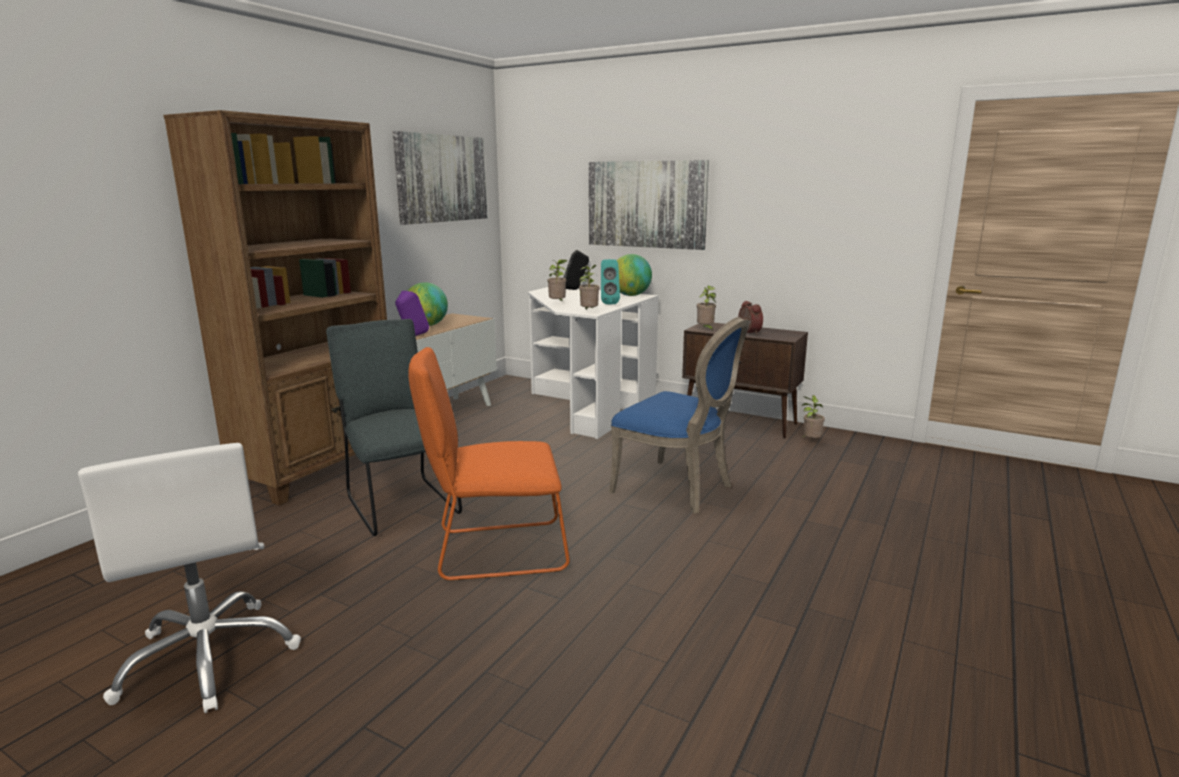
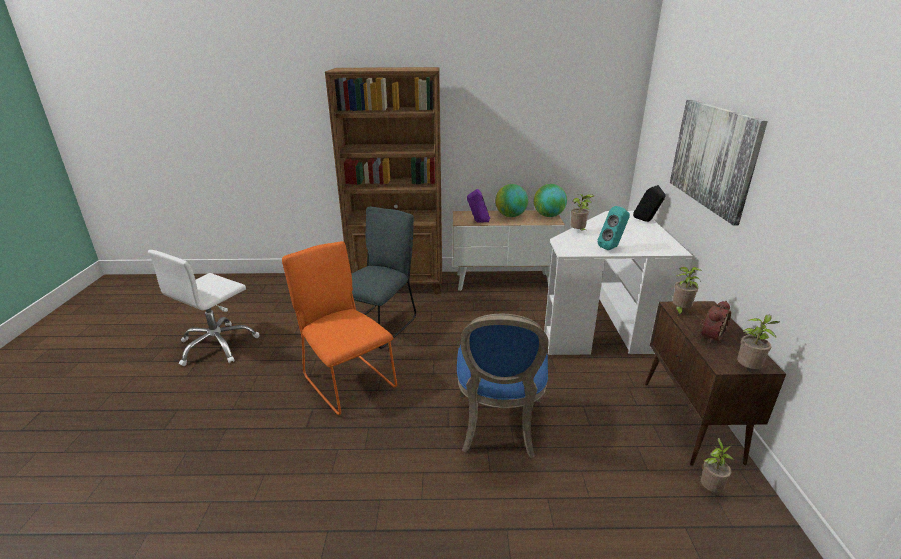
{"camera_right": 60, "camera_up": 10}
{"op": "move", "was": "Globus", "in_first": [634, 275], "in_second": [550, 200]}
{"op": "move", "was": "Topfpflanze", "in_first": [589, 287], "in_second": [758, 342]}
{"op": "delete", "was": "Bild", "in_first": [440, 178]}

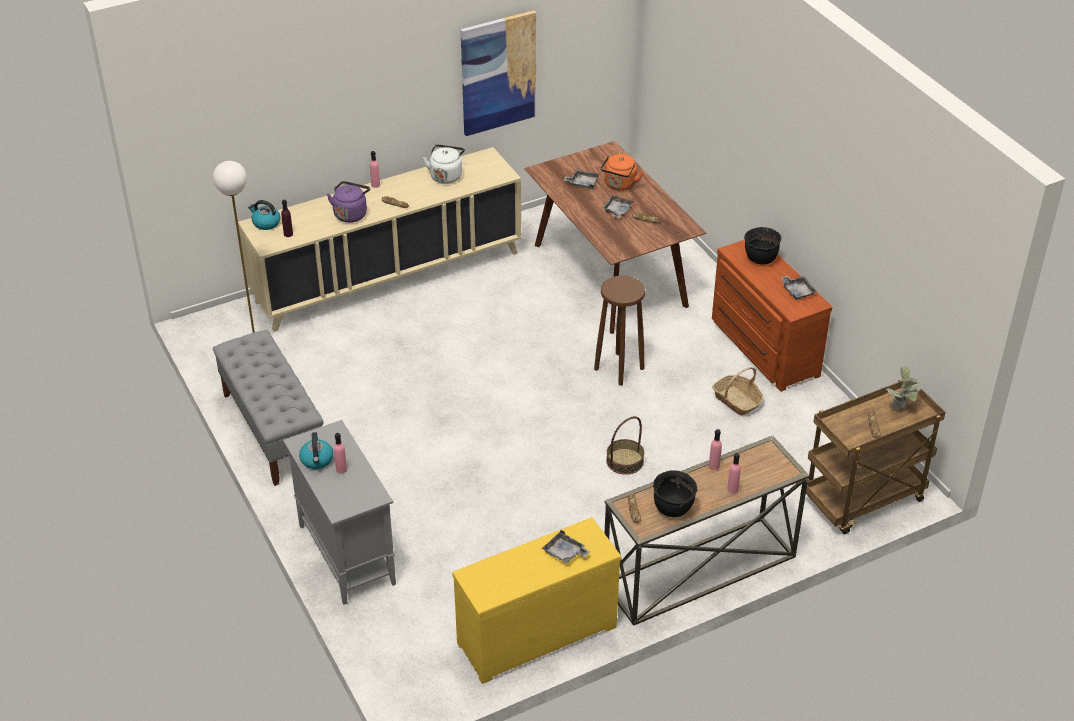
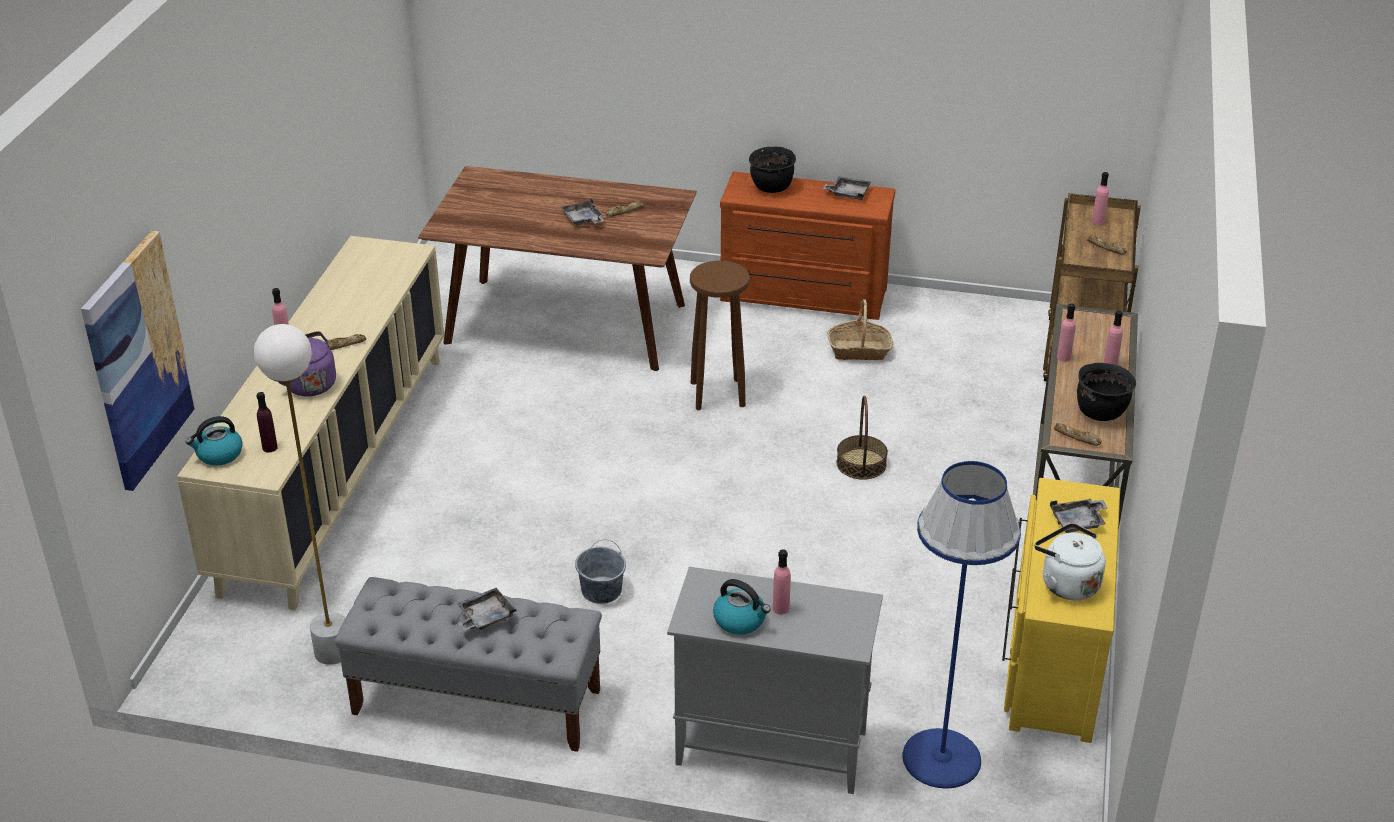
{"camera_right": -50, "camera_up": -5}
{"op": "move", "was": "Bild", "in_first": [498, 73], "in_second": [138, 361]}
{"op": "move", "was": "Tablett/grau", "in_first": [581, 179], "in_second": [486, 609]}
{"op": "insert", "now": "Eimer/grau", "in_second": [600, 572]}
{"op": "insert", "now": "Stehlampe/blau", "in_second": [961, 625]}
{"op": "move", "was": "Wasserkessel/weiß", "in_first": [444, 164], "in_second": [1070, 561]}
{"op": "replace", "was": "Topfpflanze", "now": "Flasche/rosa", "in_first": [903, 388], "in_second": [1100, 199]}
{"op": "delete", "was": "Wasserkessel/orange", "in_first": [622, 172]}

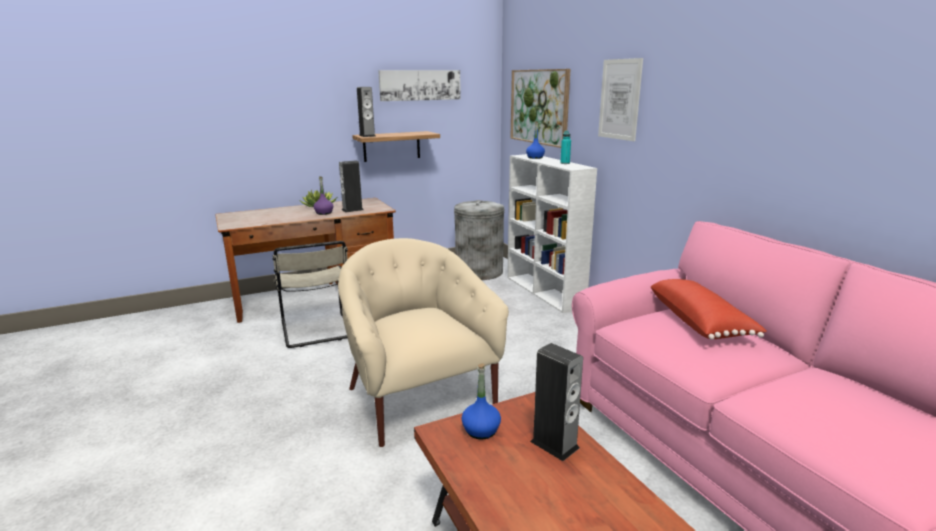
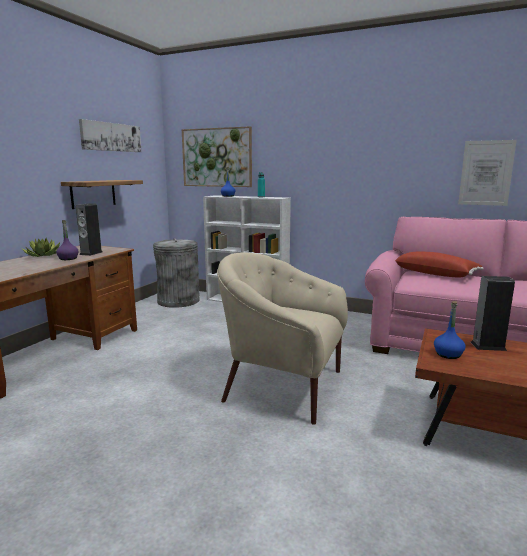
{"camera_right": -40, "camera_up": -5}
{"op": "move", "was": "Bild", "in_first": [620, 99], "in_second": [487, 173]}
{"op": "delete", "was": "Stuhl/beige", "in_first": [310, 294]}
{"op": "delete", "was": "Lautsprecher", "in_first": [366, 112]}

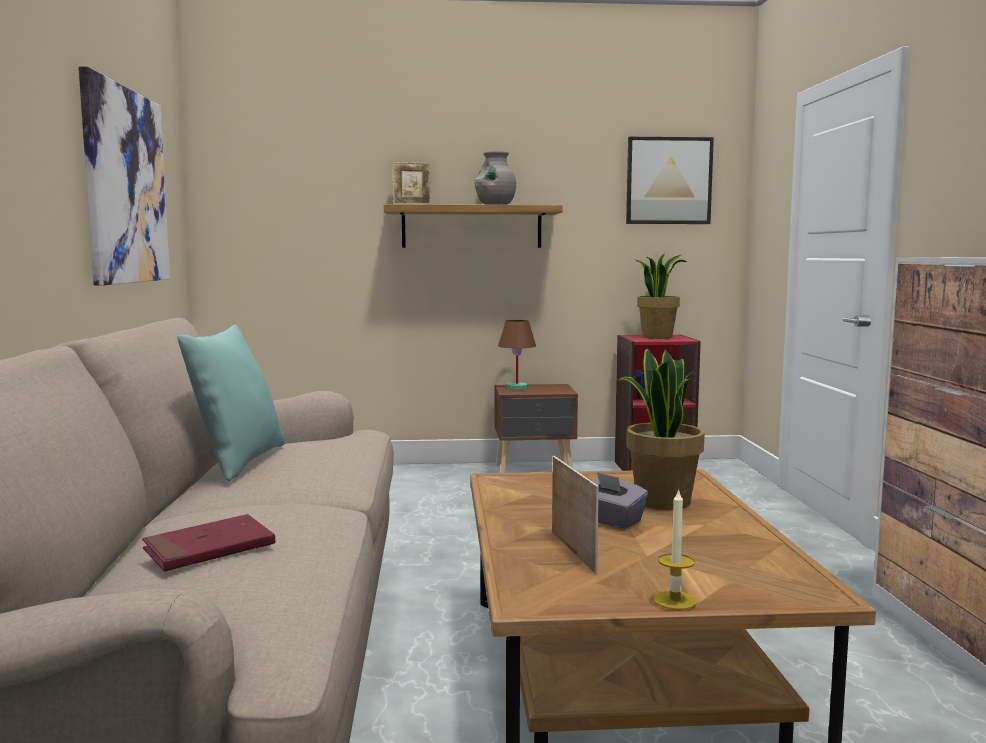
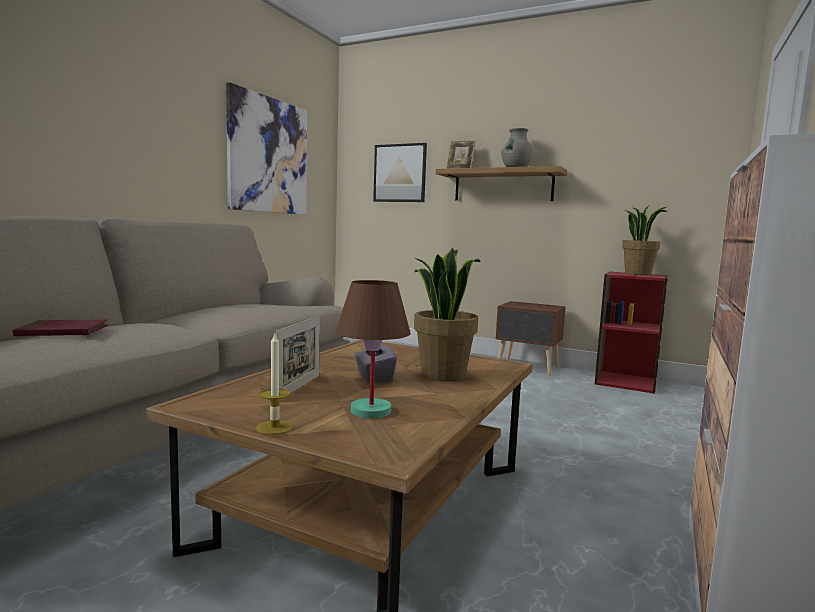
{"camera_right": 30, "camera_up": 0}
{"op": "move", "was": "Tischlampe/braun", "in_first": [517, 354], "in_second": [373, 349]}
{"op": "move", "was": "Bild", "in_first": [670, 180], "in_second": [400, 172]}
{"op": "delete", "was": "Kissen/türkis", "in_first": [231, 403]}

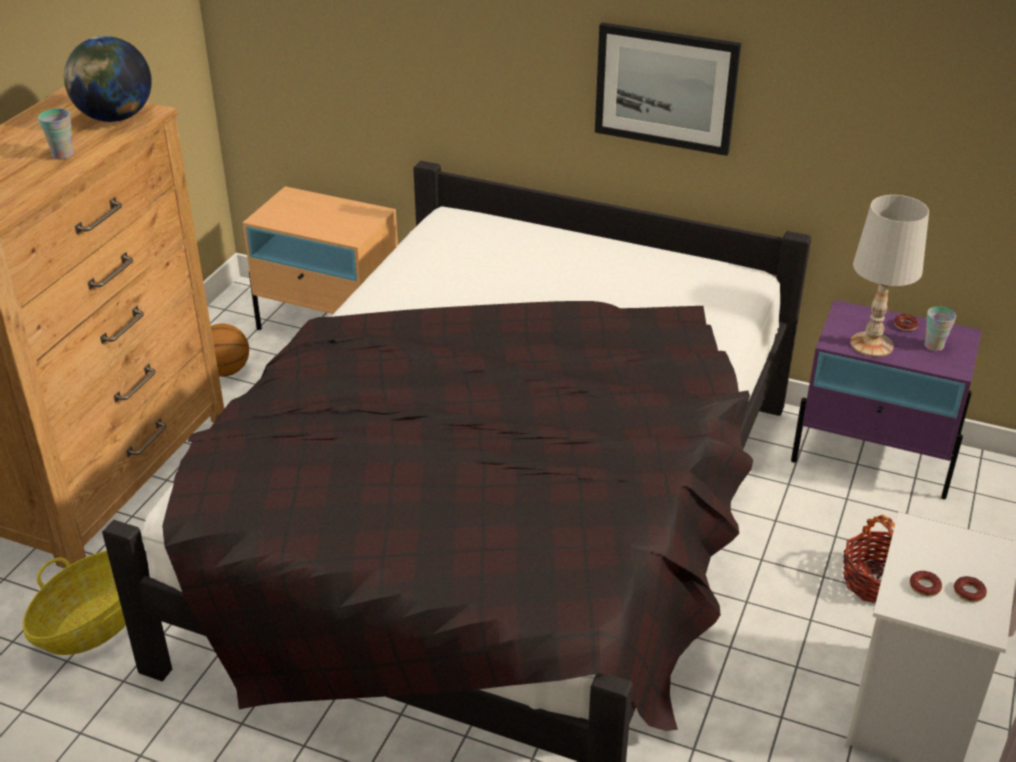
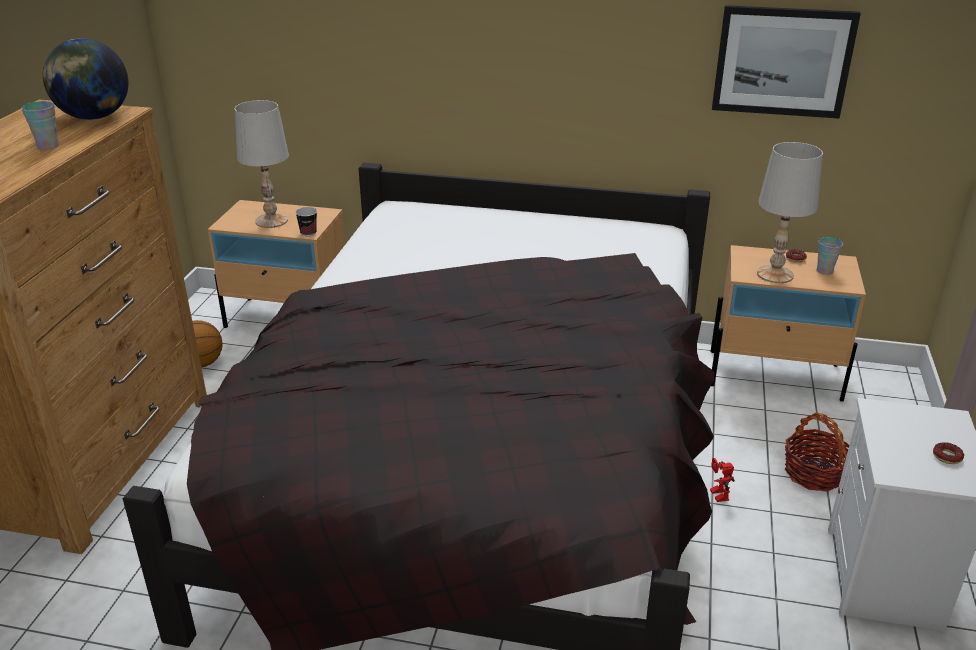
{"camera_right": -10, "camera_up": -5}
{"op": "insert", "now": "Tischlampe/weiß", "in_second": [262, 164]}
{"op": "insert", "now": "Tasse", "in_second": [306, 222]}
{"op": "recolor", "was": "Nachttisch/lila", "now": "Nachttisch/beige", "in_first": [886, 399], "in_second": [788, 323]}
{"op": "insert", "now": "Spielzeugroboter", "in_second": [722, 480]}
{"op": "move", "was": "Bild", "in_first": [668, 89], "in_second": [786, 62]}
{"op": "delete", "was": "Korb", "in_first": [74, 602]}
{"op": "delete", "was": "Donut", "in_first": [926, 584]}

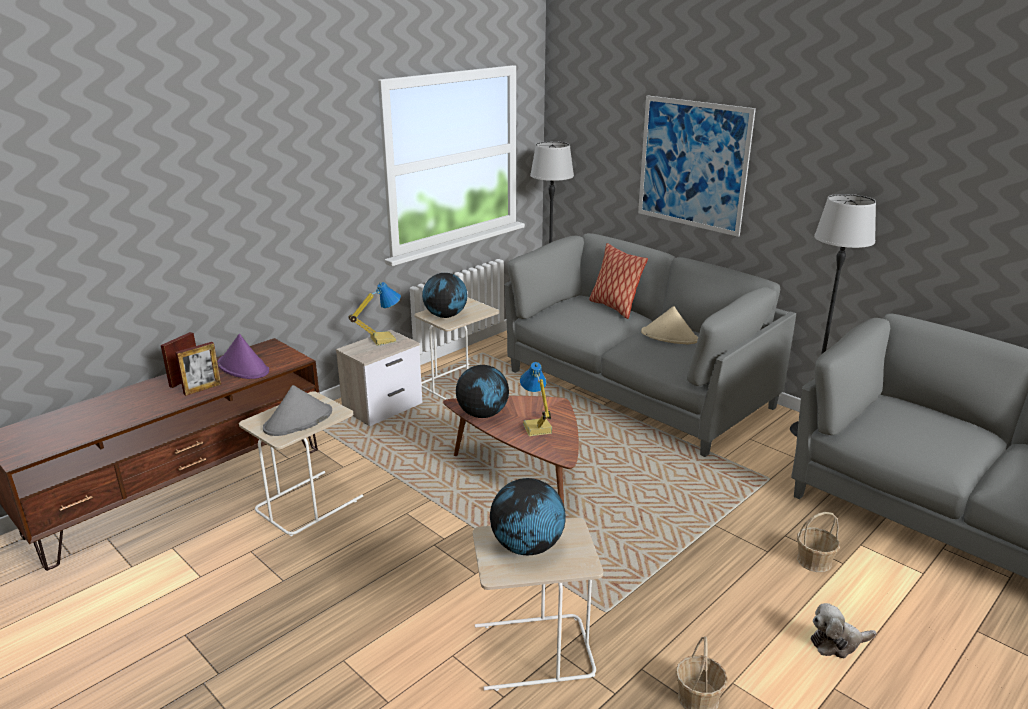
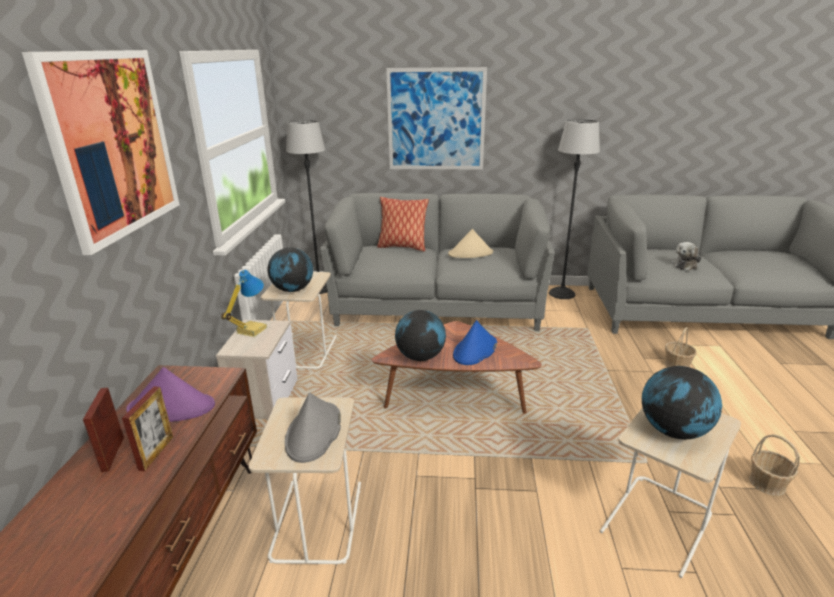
{"camera_right": -40, "camera_up": 0}
{"op": "insert", "now": "Bild", "in_second": [100, 152]}
{"op": "replace", "was": "Tischlampe", "now": "Hut/blau", "in_first": [536, 399], "in_second": [475, 342]}
{"op": "move", "was": "Plüschtier", "in_first": [843, 630], "in_second": [686, 256]}

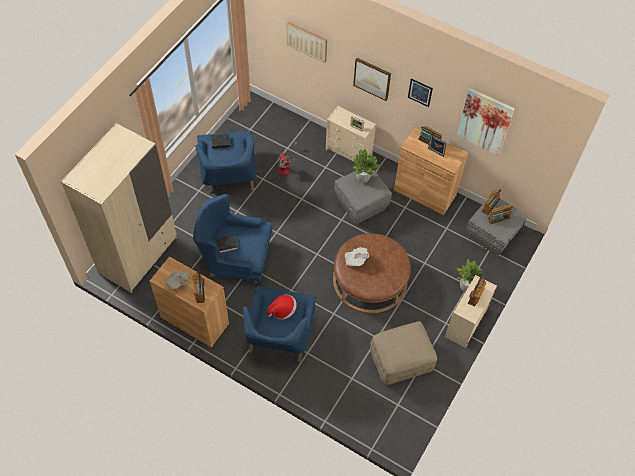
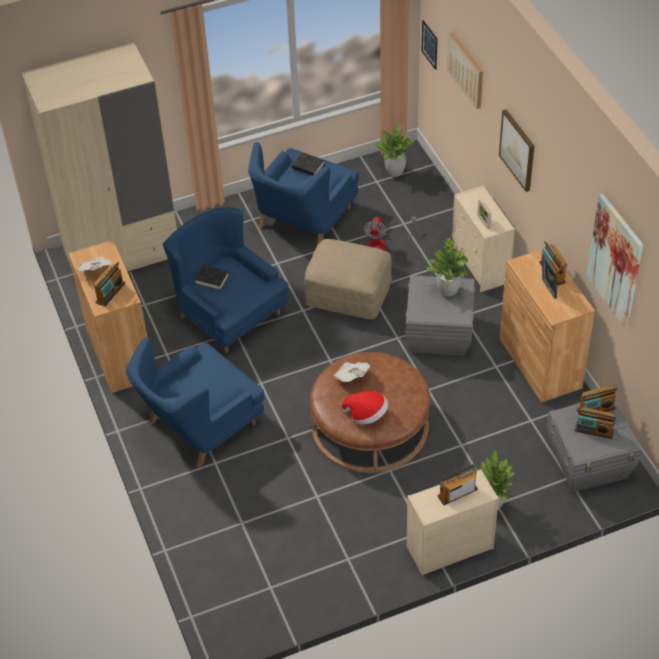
{"camera_right": 40, "camera_up": -10}
{"op": "move", "was": "Polsterhocker/beige", "in_first": [403, 353], "in_second": [348, 279]}
{"op": "move", "was": "Hut", "in_first": [282, 307], "in_second": [365, 408]}
{"op": "insert", "now": "Topfpflanze", "in_second": [394, 150]}
{"op": "move", "was": "Bild", "in_first": [420, 92], "in_second": [429, 45]}

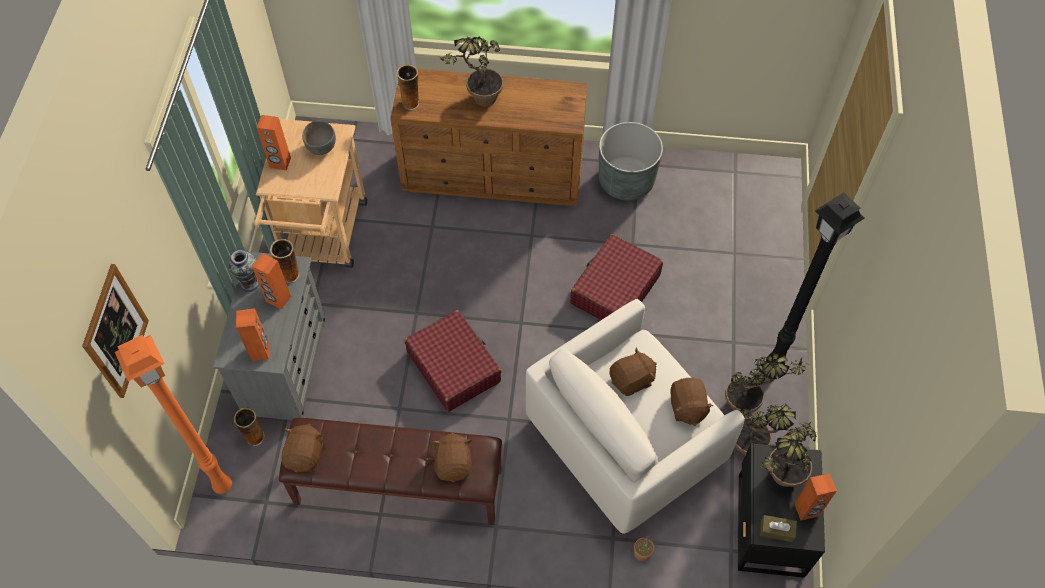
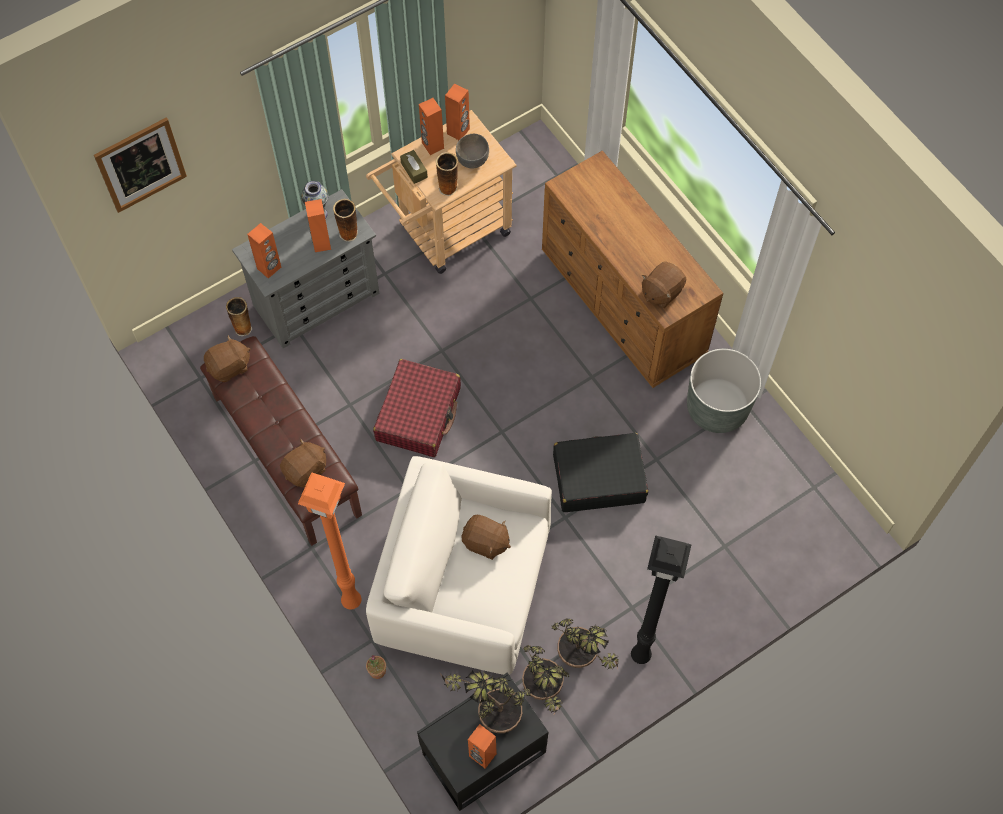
{"camera_right": 50, "camera_up": 5}
{"op": "move", "was": "Stehlampe/orange", "in_first": [173, 414], "in_second": [329, 540]}
{"op": "move", "was": "Taschentuchbox/braun", "in_first": [778, 528], "in_second": [414, 167]}
{"op": "move", "was": "Vase", "in_first": [408, 87], "in_second": [447, 174]}
{"op": "insert", "now": "Lautsprecher/orange", "in_second": [457, 112]}
{"op": "recolor", "was": "Koffer/rot", "now": "Koffer/schwarz", "in_first": [616, 277], "in_second": [600, 472]}
{"op": "move", "was": "Plüschtier/braun", "in_first": [691, 402], "in_second": [664, 284]}
{"op": "delete", "was": "Topfpflanze", "in_first": [470, 72]}

